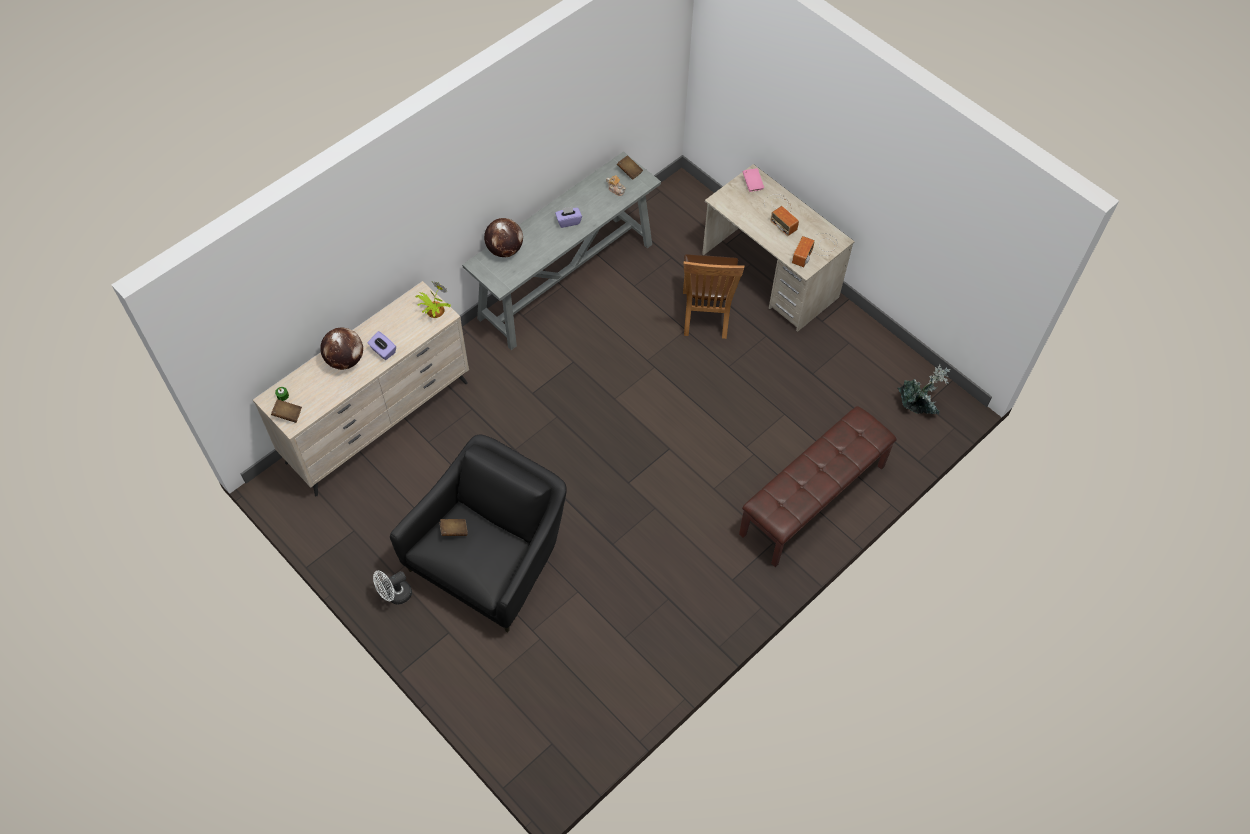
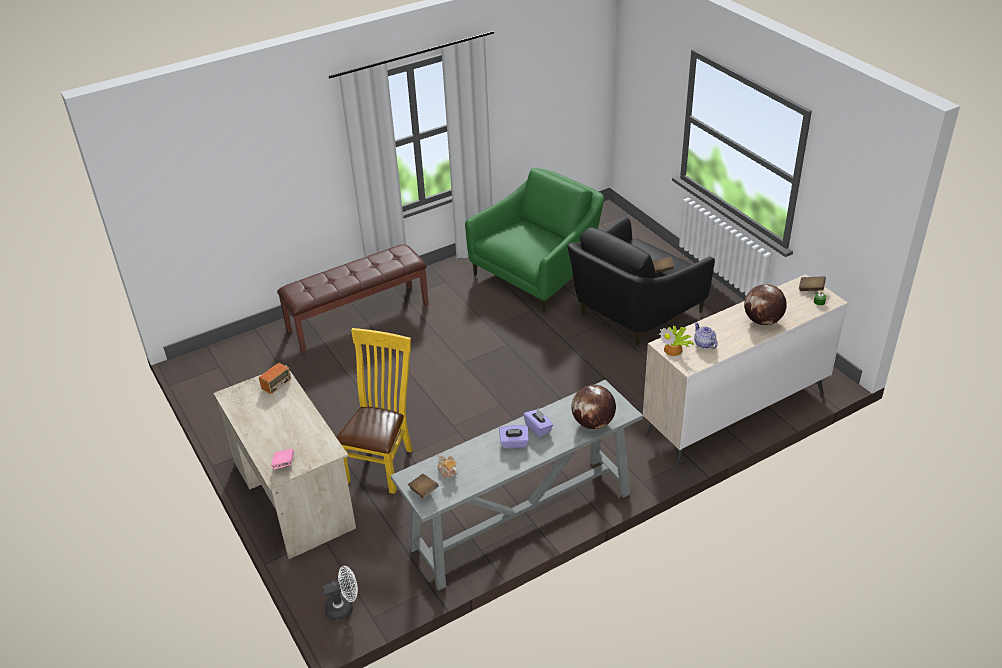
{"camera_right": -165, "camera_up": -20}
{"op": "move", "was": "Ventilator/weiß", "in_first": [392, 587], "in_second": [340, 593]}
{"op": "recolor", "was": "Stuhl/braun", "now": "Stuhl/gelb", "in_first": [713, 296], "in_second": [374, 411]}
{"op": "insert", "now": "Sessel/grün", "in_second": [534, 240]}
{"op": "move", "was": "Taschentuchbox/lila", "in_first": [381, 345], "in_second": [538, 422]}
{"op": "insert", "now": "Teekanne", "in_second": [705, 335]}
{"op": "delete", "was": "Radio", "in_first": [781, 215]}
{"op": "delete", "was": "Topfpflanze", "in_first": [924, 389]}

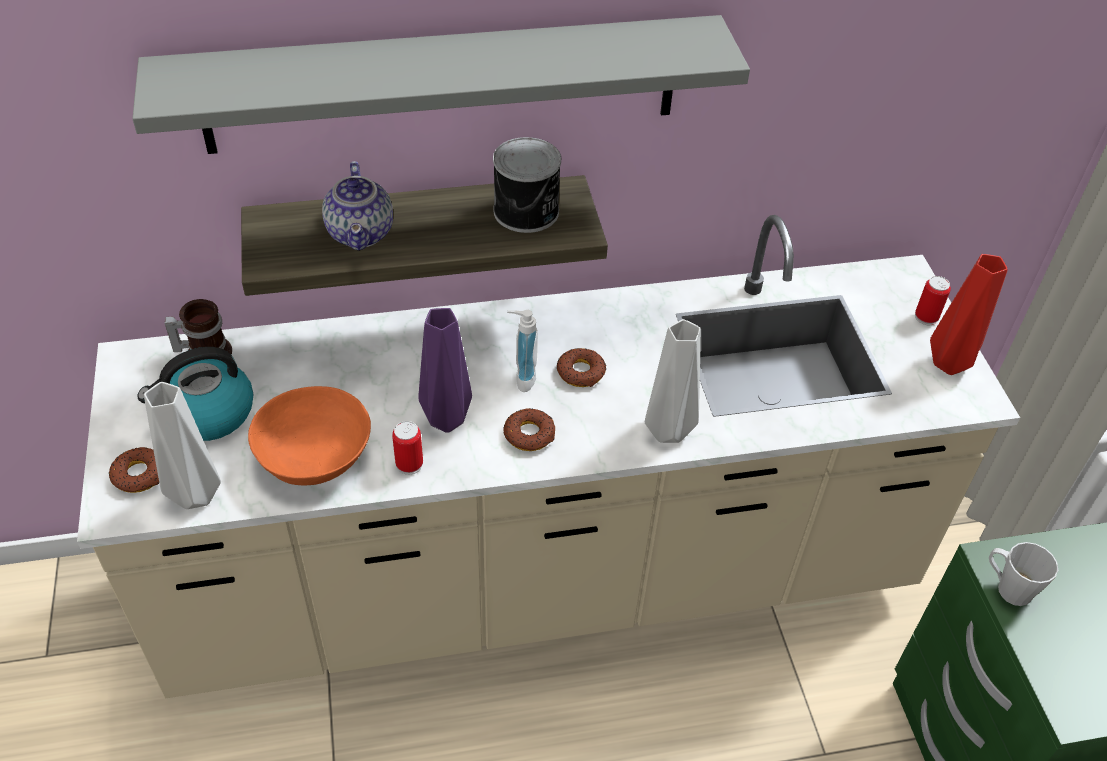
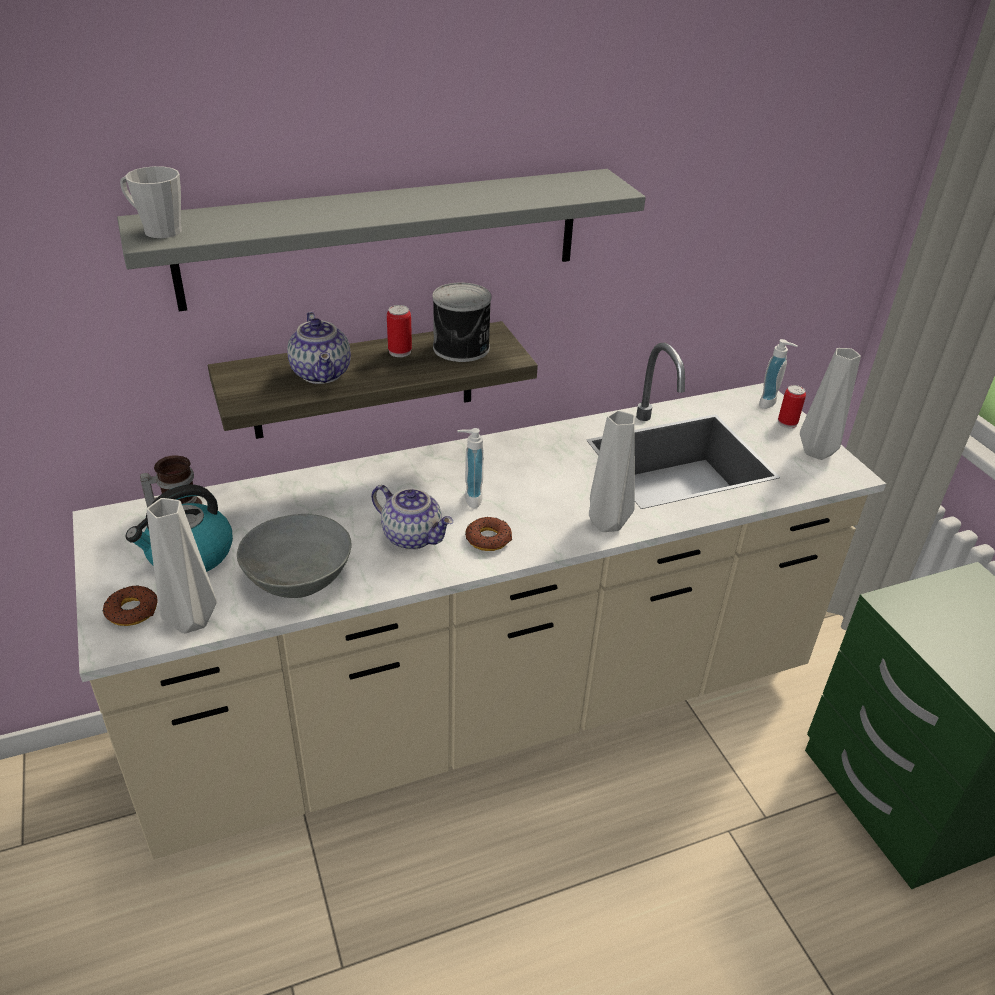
{"camera_right": -10, "camera_up": -10}
{"op": "move", "was": "Henkelbecher/grau", "in_first": [1023, 574], "in_second": [151, 202]}
{"op": "recolor", "was": "Schüssel/orange", "now": "Schüssel/grau", "in_first": [309, 435], "in_second": [294, 556]}
{"op": "replace", "was": "Vase/lila", "now": "Teekanne", "in_first": [445, 370], "in_second": [412, 517]}
{"op": "move", "was": "Dose", "in_first": [407, 448], "in_second": [399, 331]}
{"op": "insert", "now": "Seifenspender", "in_second": [778, 374]}
{"op": "recolor", "was": "Vase/rot", "now": "Vase/grau", "in_first": [969, 314], "in_second": [830, 404]}
{"op": "delete", "was": "Donut", "in_first": [581, 367]}

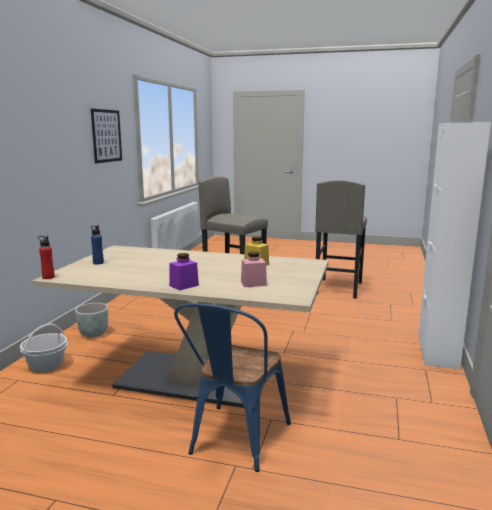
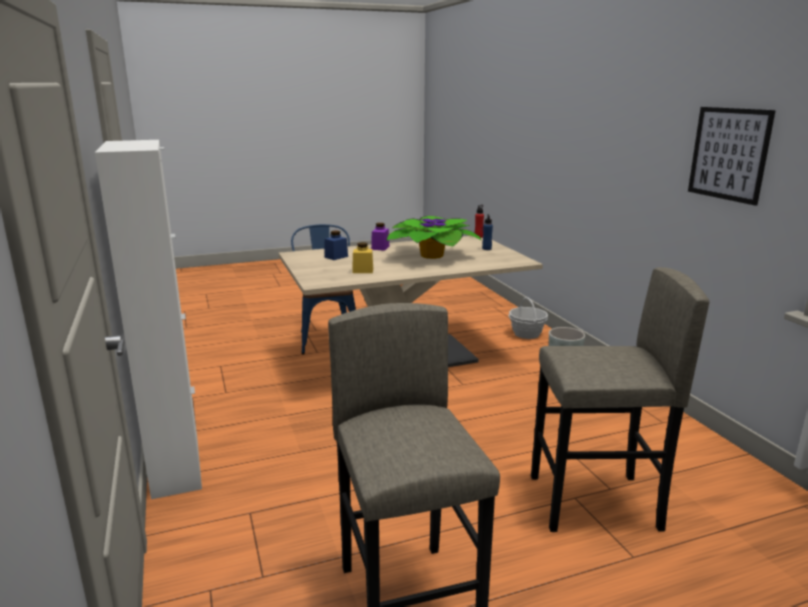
{"camera_right": 145, "camera_up": 5}
{"op": "recolor", "was": "Vorratsglas/rosa", "now": "Vorratsglas/blau", "in_first": [254, 269], "in_second": [336, 245]}
{"op": "insert", "now": "Topfpflanze", "in_second": [434, 237]}

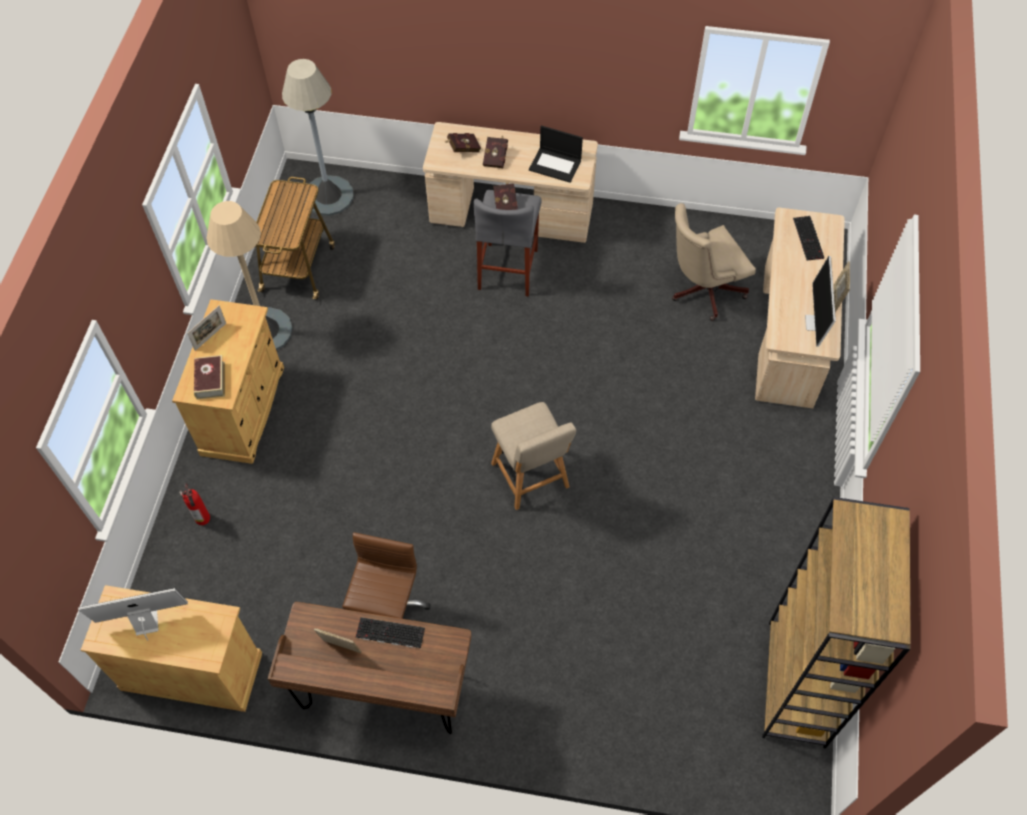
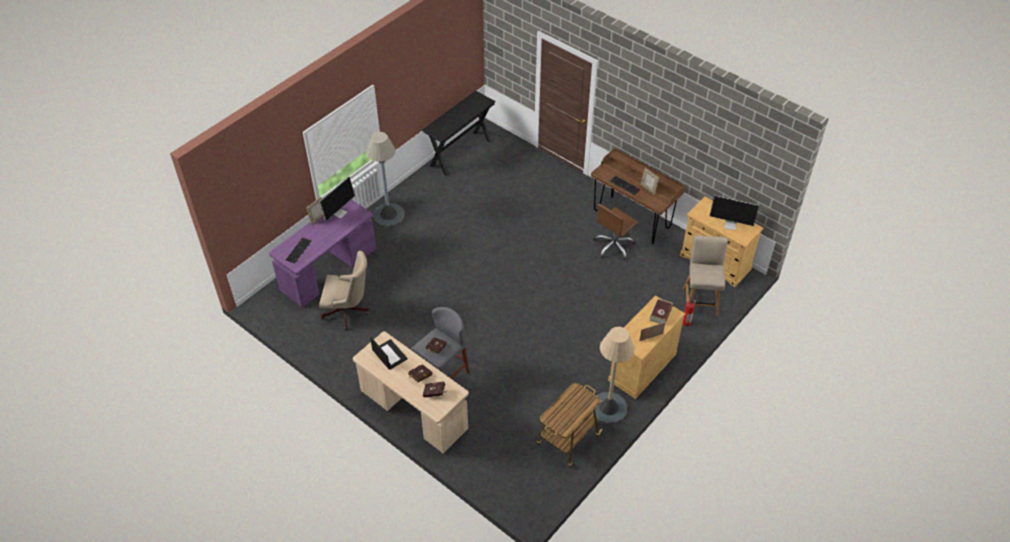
{"camera_right": -150, "camera_up": -10}
{"op": "recolor", "was": "Schreibtisch/beige", "now": "Schreibtisch/lila", "in_first": [800, 308], "in_second": [322, 253]}
{"op": "move", "was": "Stehlampe/grau", "in_first": [318, 137], "in_second": [385, 179]}
{"op": "replace", "was": "Bücherregal/braun", "now": "Konsolentisch/schwarz", "in_first": [836, 622], "in_second": [459, 133]}
{"op": "move", "was": "Stuhl/beige", "in_first": [533, 456], "in_second": [705, 275]}

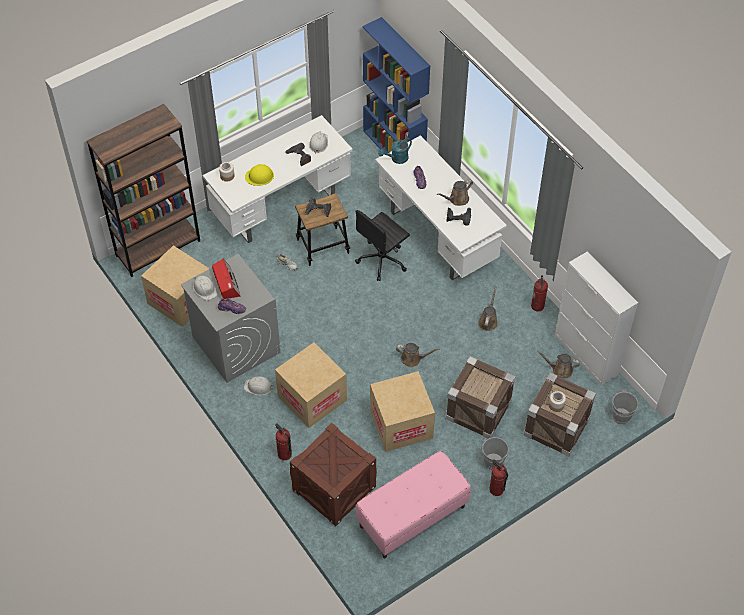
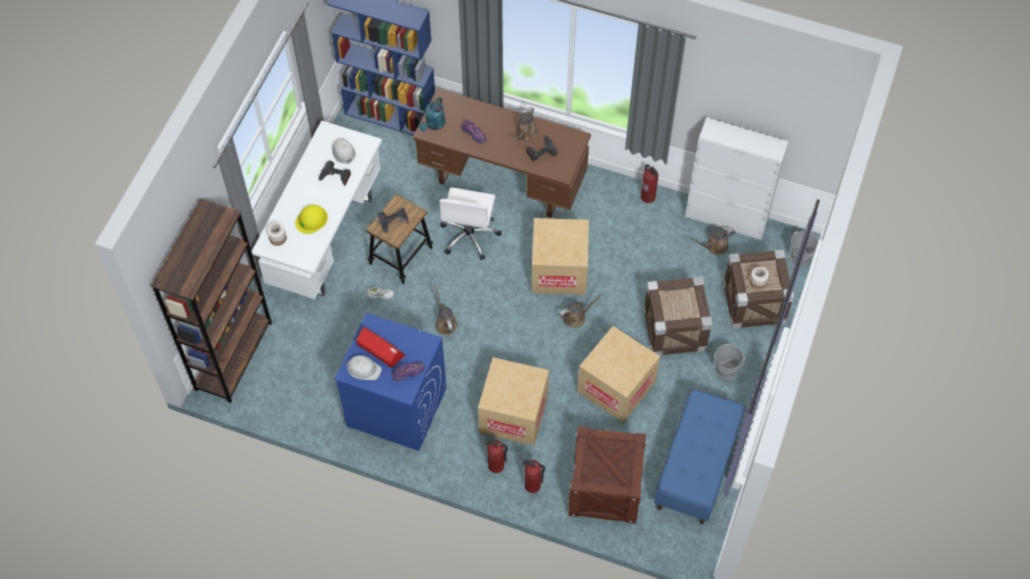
{"camera_right": -35, "camera_up": 5}
{"op": "recolor", "was": "Waschmaschine/grau", "now": "Waschmaschine/blau", "in_first": [231, 318], "in_second": [390, 382]}
{"op": "recolor", "was": "Schreibtisch/weiß", "now": "Schreibtisch/braun", "in_first": [441, 207], "in_second": [502, 153]}
{"op": "move", "was": "Gießkanne/braun", "in_first": [488, 309], "in_second": [445, 309]}
{"op": "recolor", "was": "Bürostuhl/schwarz", "now": "Bürostuhl/weiß", "in_first": [382, 245], "in_second": [470, 224]}
{"op": "move", "was": "Feuerlöscher", "in_first": [498, 477], "in_second": [496, 456]}
{"op": "move", "was": "Karton", "in_first": [175, 286], "in_second": [560, 256]}
{"op": "recolor", "was": "Bank/rosa", "now": "Bank/blau", "in_first": [413, 504], "in_second": [699, 456]}
{"op": "delete", "was": "Schutzhelm/weiß", "in_first": [259, 386]}

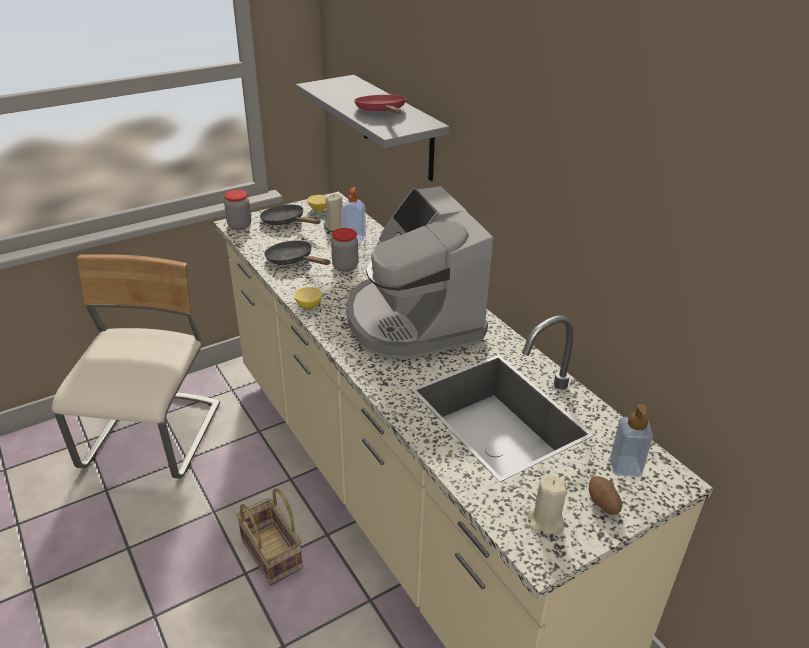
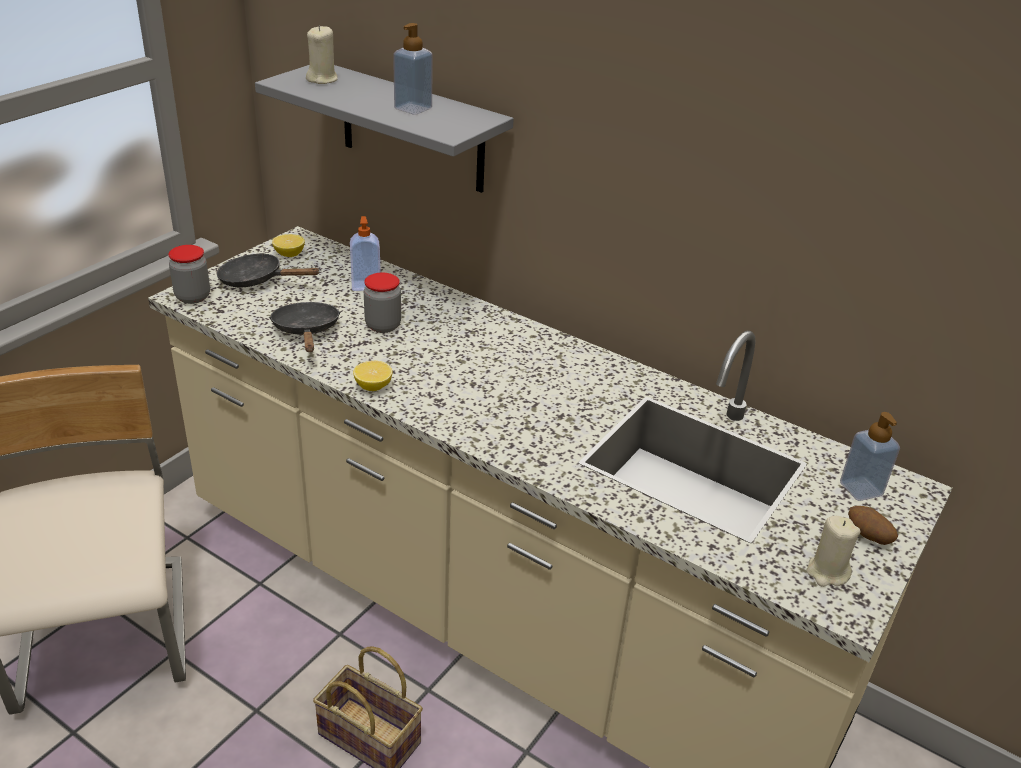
{"camera_right": -25, "camera_up": 0}
{"op": "rotate", "was": "Pfanne/schwarz", "in_first": [297, 252], "in_second": [304, 327], "clockwise": 60}
{"op": "move", "was": "Kerze/beige", "in_first": [333, 212], "in_second": [322, 54]}
{"op": "replace", "was": "Pfanne/rot", "now": "Seifenspender", "in_first": [380, 104], "in_second": [413, 69]}
{"op": "delete", "was": "Kaffeemaschine", "in_first": [419, 272]}

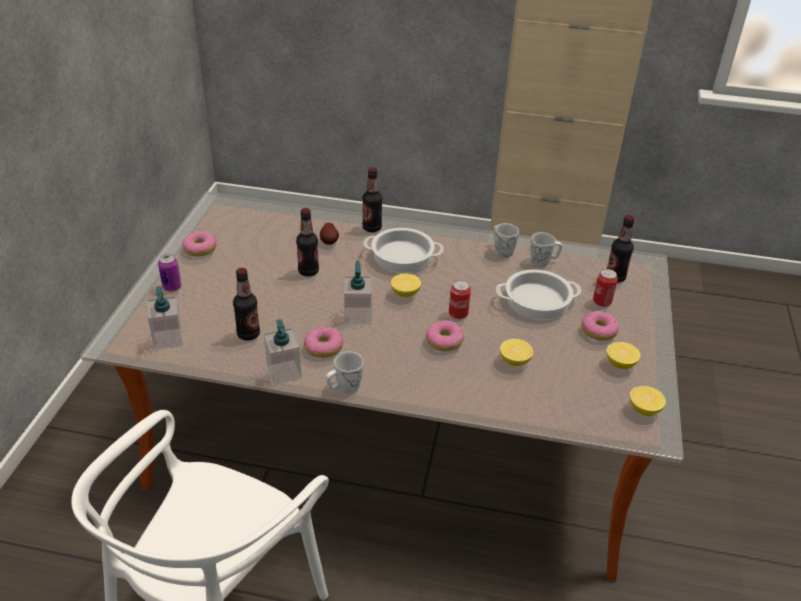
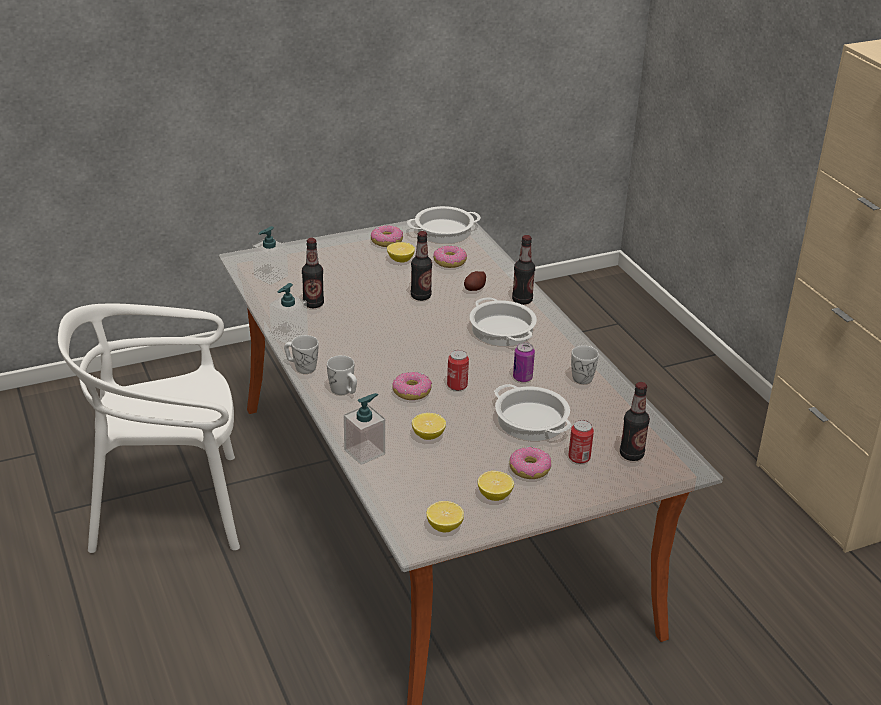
{"camera_right": 55, "camera_up": -5}
{"op": "move", "was": "Henkelbecher/weiß", "in_first": [546, 249], "in_second": [342, 375]}
{"op": "move", "was": "Seifenspender", "in_first": [358, 293], "in_second": [364, 429]}
{"op": "move", "was": "Zitrone", "in_first": [406, 285], "in_second": [401, 252]}
{"op": "insert", "now": "Kochtopf", "in_second": [444, 225]}
{"op": "move", "was": "Donut", "in_first": [323, 342], "in_second": [450, 257]}
{"op": "move", "was": "Dose", "in_first": [169, 272], "in_second": [524, 362]}

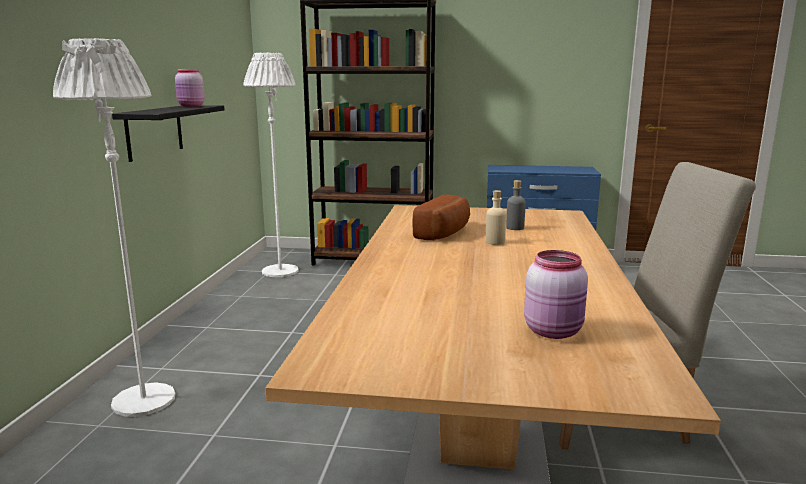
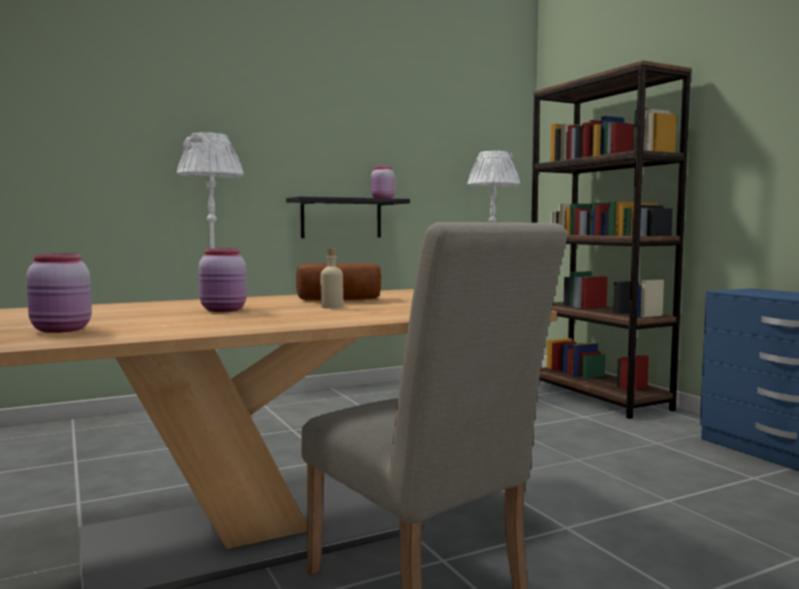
{"camera_right": 55, "camera_up": -10}
{"op": "insert", "now": "Vorratsglas/rosa", "in_second": [223, 280]}
{"op": "delete", "was": "Flasche/grau", "in_first": [516, 205]}

